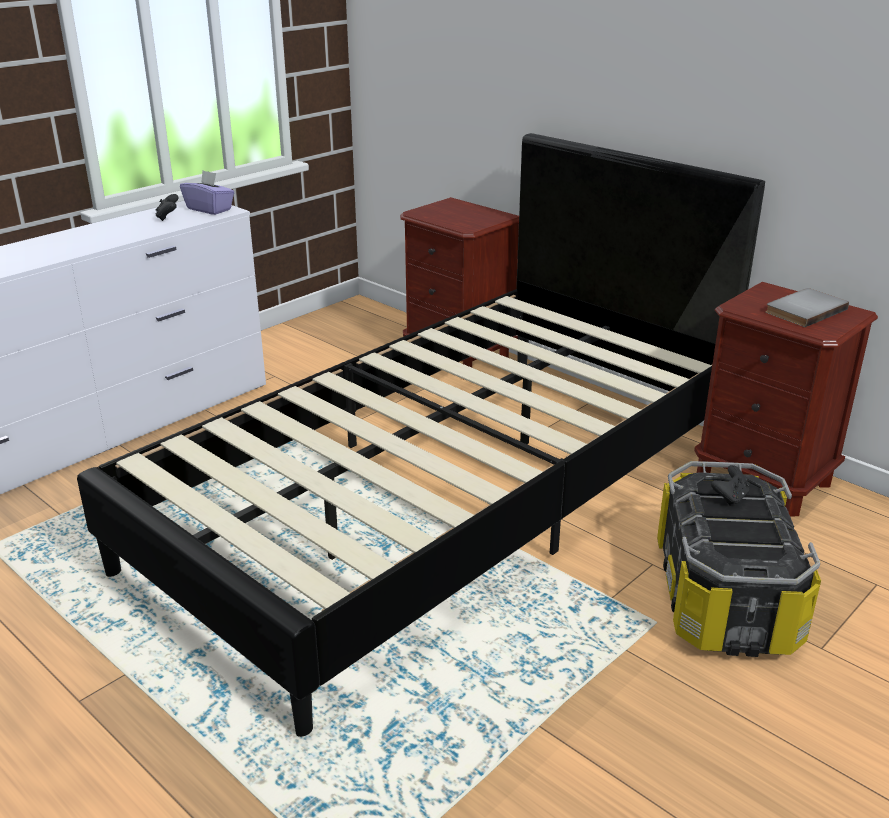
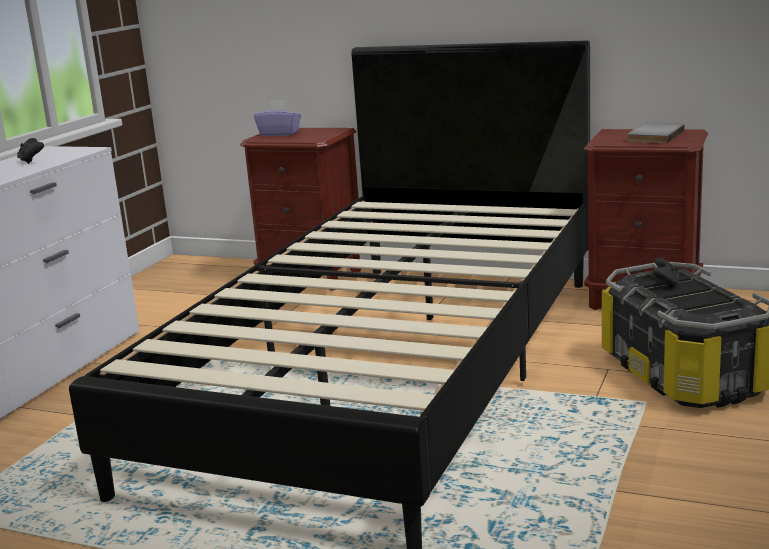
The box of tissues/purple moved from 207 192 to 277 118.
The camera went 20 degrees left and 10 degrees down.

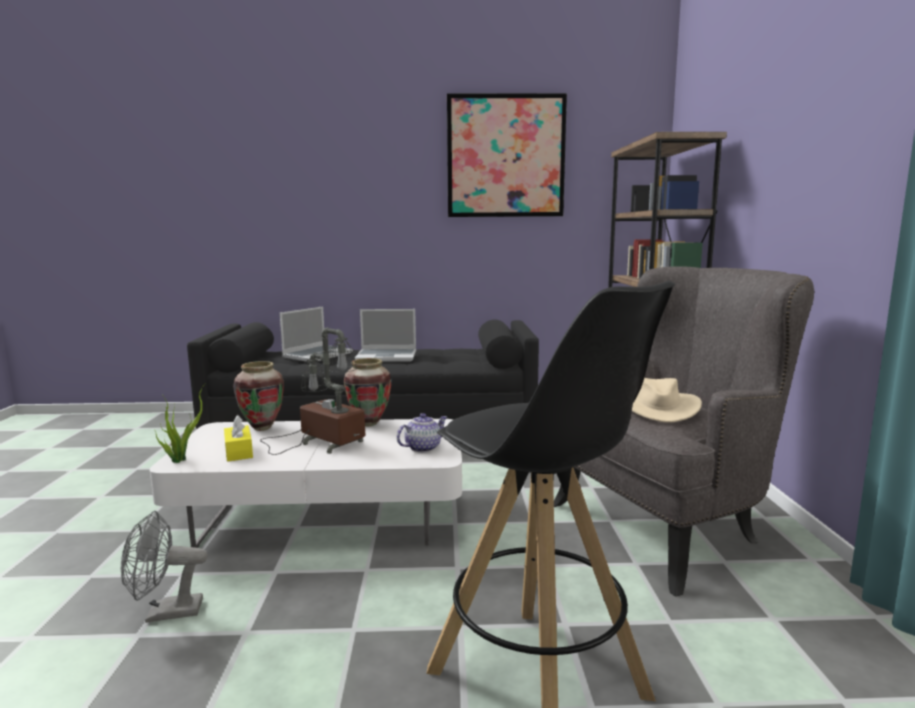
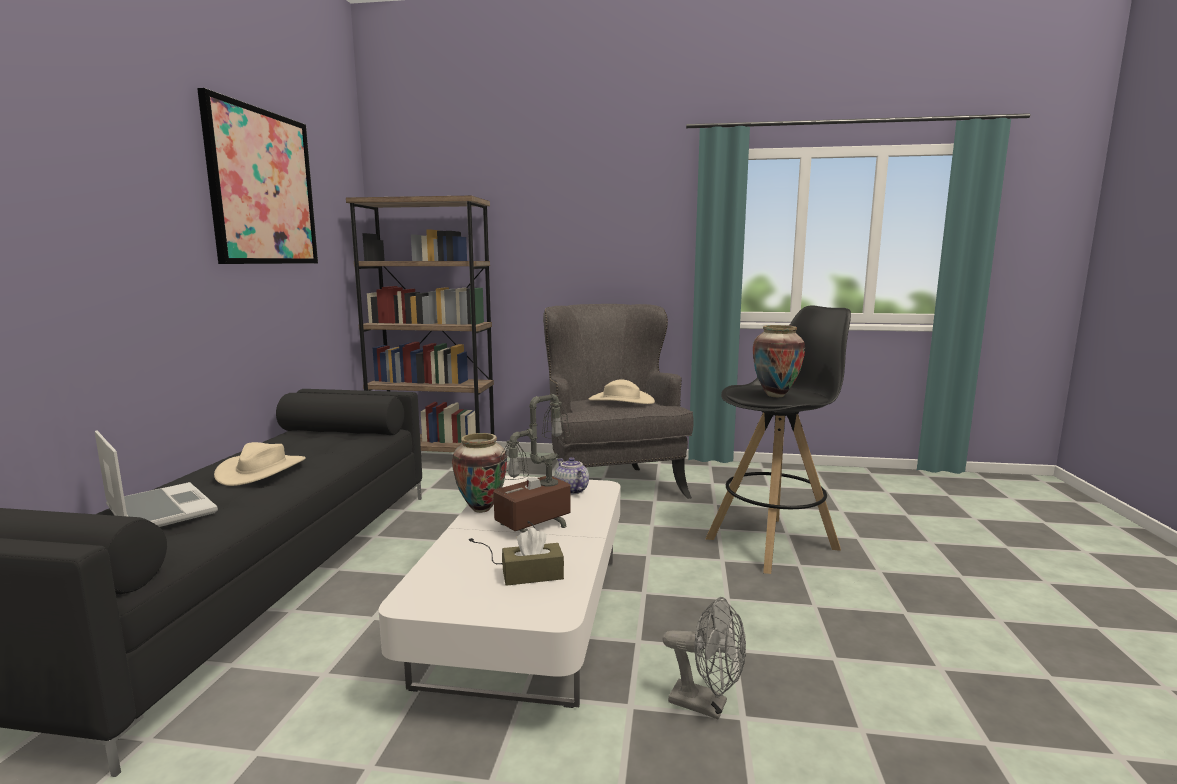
The notebook computer at 385 335 was replaced by the hat/beige-coloured at 260 464.
The decorative vase moved from 258 396 to 779 361.
The potted plant at 180 422 disappeared.
The box of tissues/yellow-coloured at 238 438 became the box of tissues/brown at 533 557.
The fan/grey at 164 567 turned 60 degrees counterclockwise.
The camera went 80 degrees left and 0 degrees up.

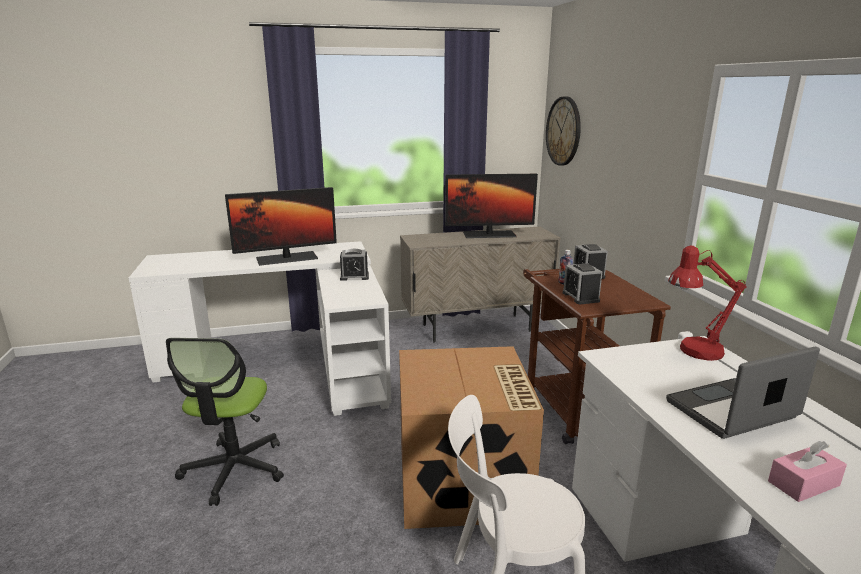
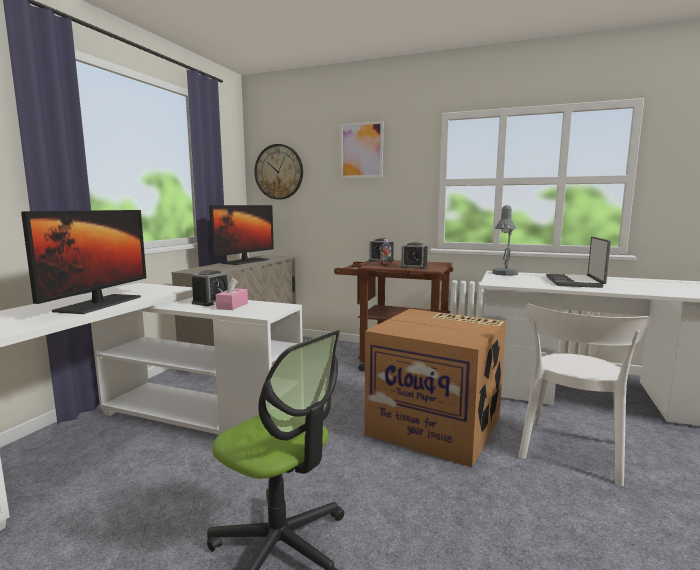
The lamp for a table/red at 707 303 became the lamp for a table/grey at 505 240.
The box of tissues/pink-coloured moved from 807 471 to 232 294.
The wall art at 362 149 appeared.
The camera went 55 degrees left and 10 degrees down.

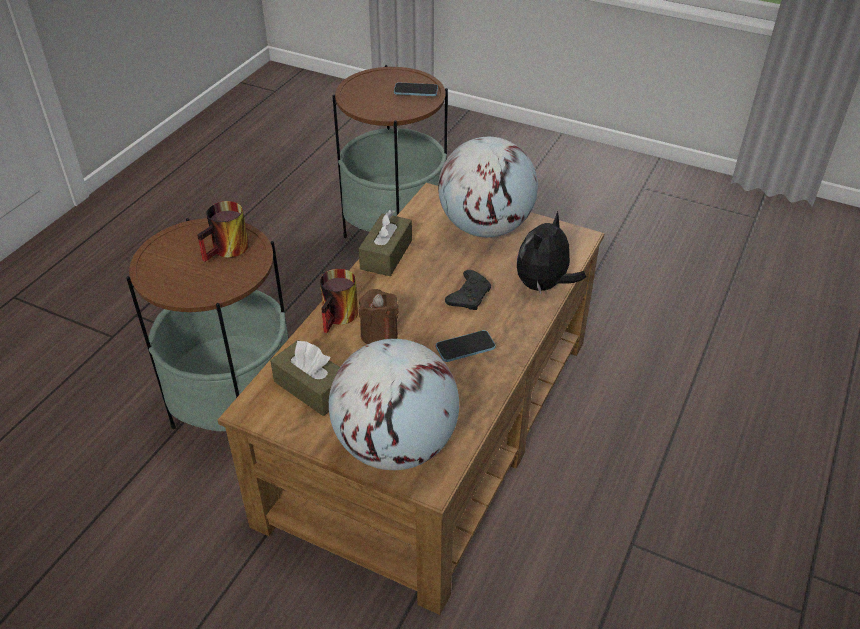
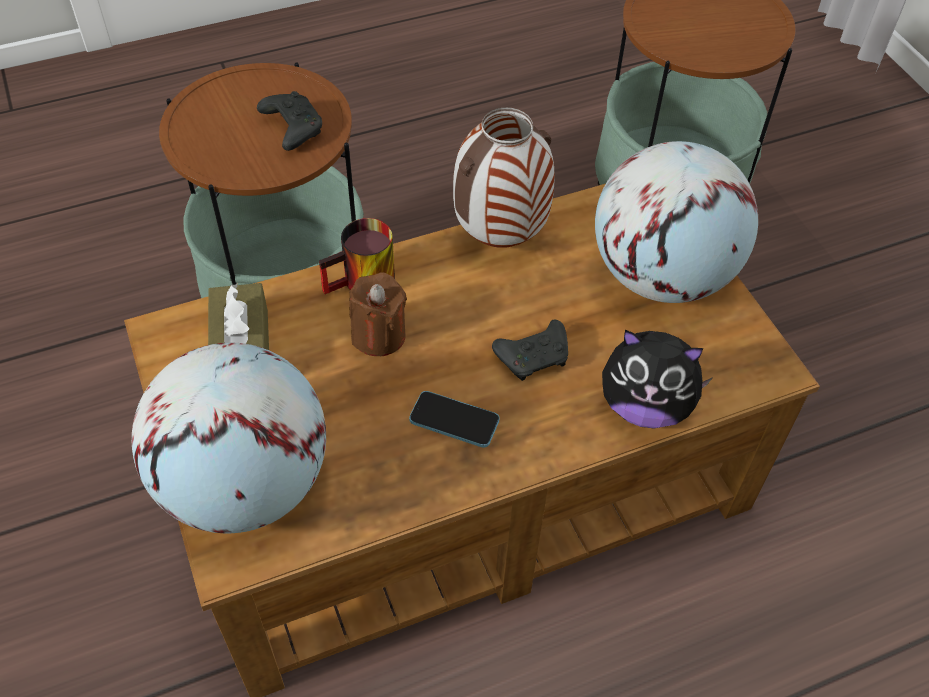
The phone at 416 89 disappeared.
The coffee mug at 223 231 was replaced by the gamepad/blackish at 289 121.
The box of tissues/brown at 385 242 was replaced by the decorative vase at 504 178.
The soft toy at 551 252 turned 150 degrees counterclockwise.
The camera went 40 degrees right and 10 degrees up.

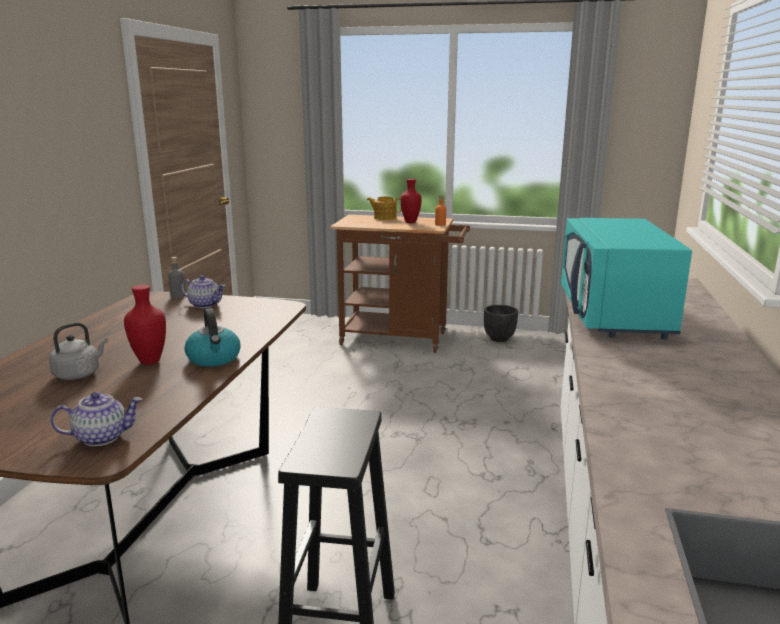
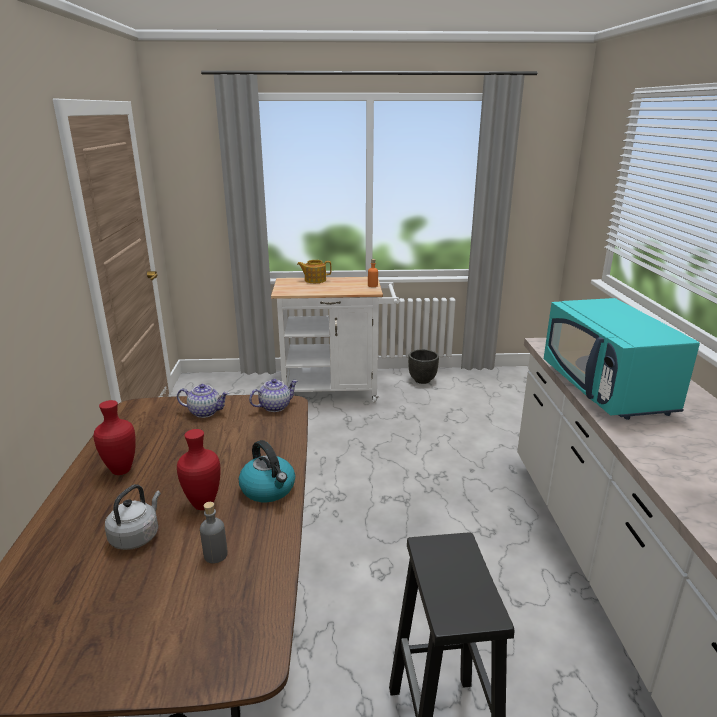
The decorative vase/red moved from 411 201 to 114 437.
The trolley/brown at 400 284 became the trolley/white-coloured at 335 340.
The beverage bottle/grey moved from 177 277 to 214 533.
The pot for tea moved from 96 419 to 273 395.
The camera went 15 degrees left and 5 degrees up.

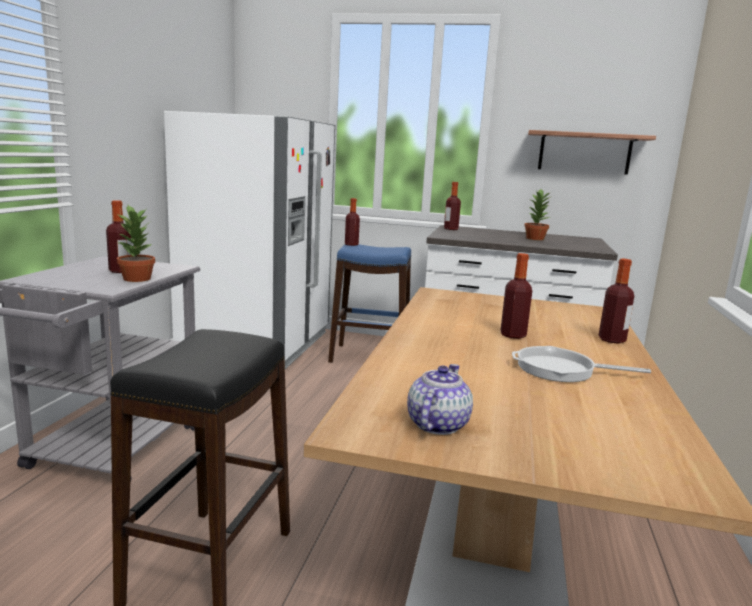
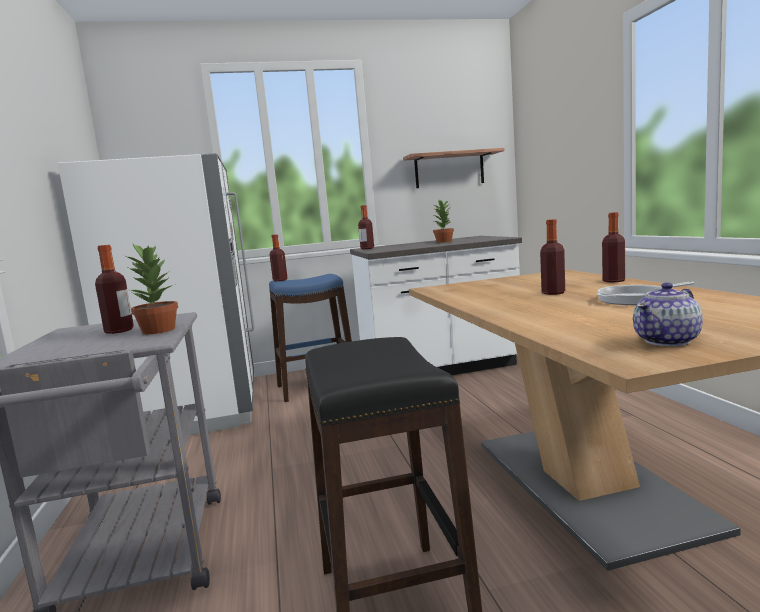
The pot for tea at 440 399 turned 120 degrees counterclockwise.
The camera went 25 degrees left and 5 degrees down.

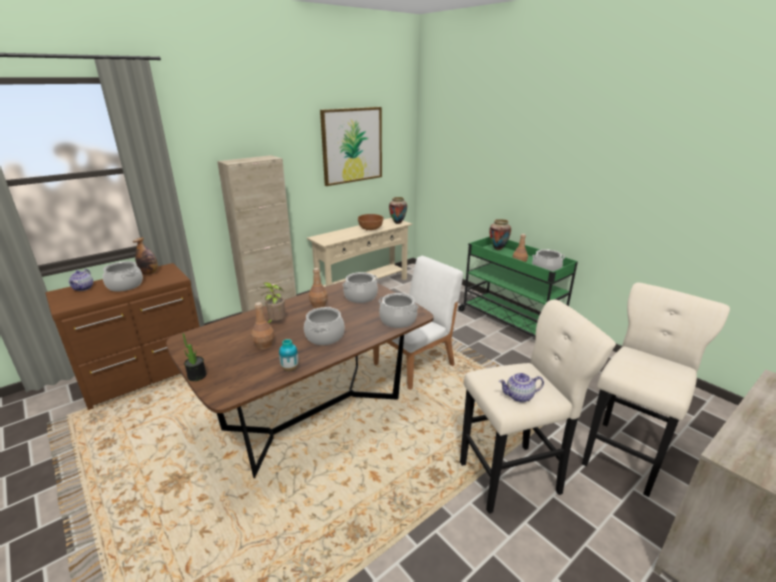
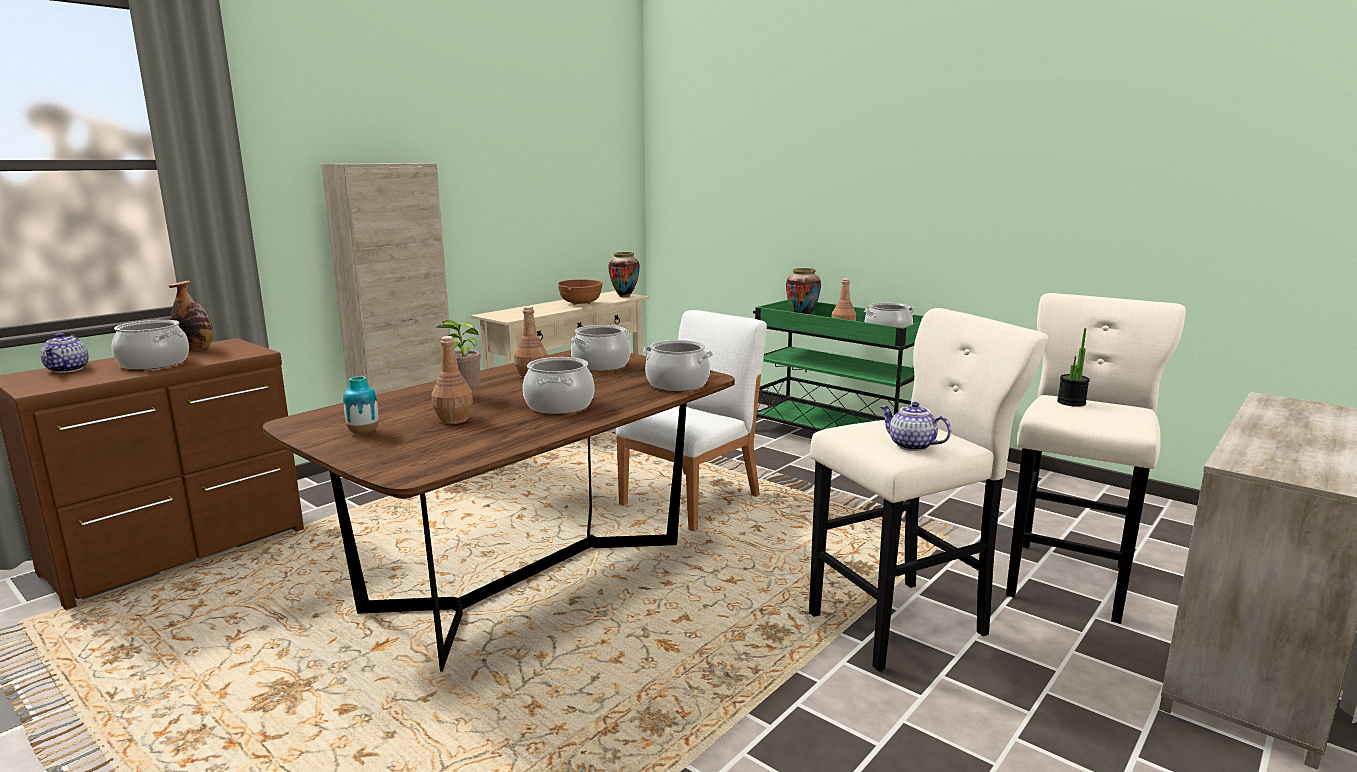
The wall art at 351 146 disappeared.
The potted plant moved from 195 357 to 1073 367.
The decorative vase moved from 289 355 to 361 405.
The pot for tea at 521 387 turned 60 degrees clockwise.
The camera went 10 degrees left and 10 degrees down.

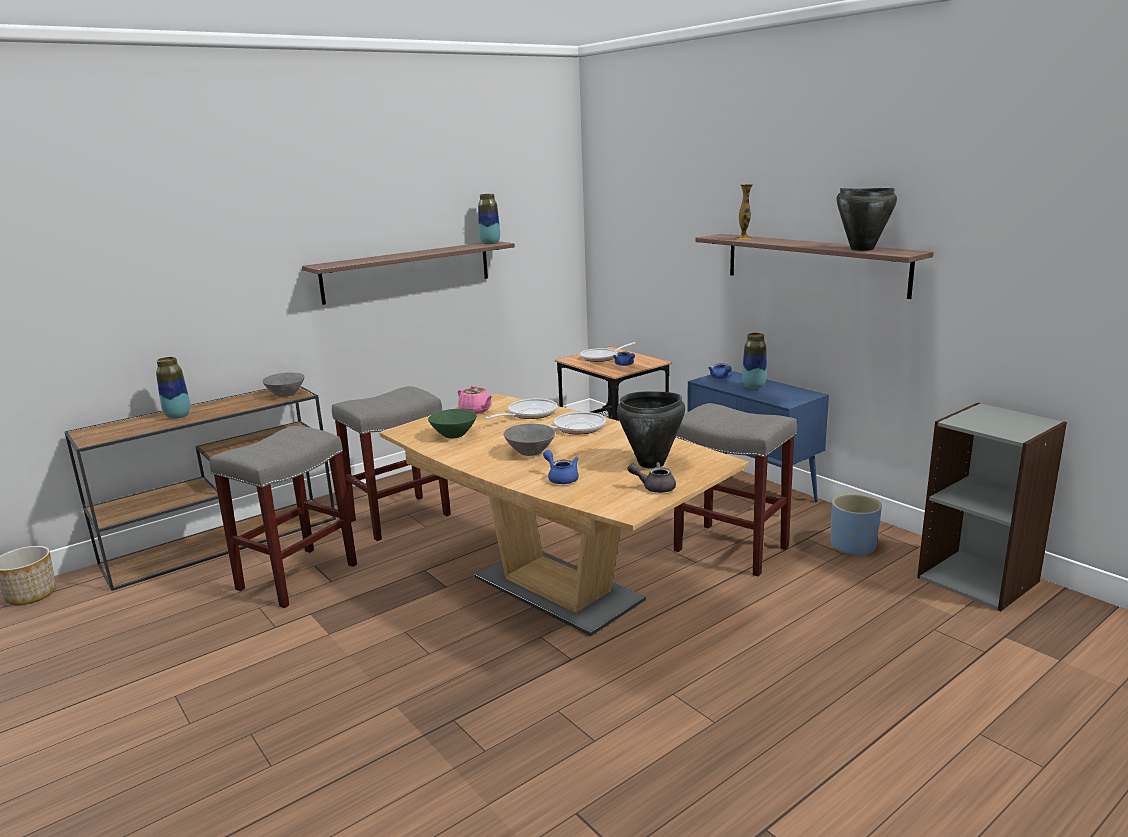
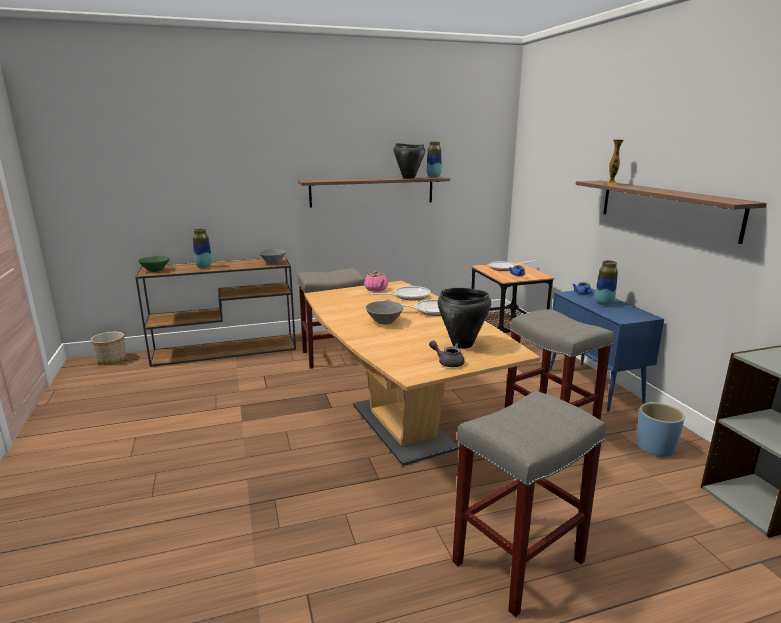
The stockpot/blackish moved from 867 219 to 409 161.
The deep dish/green-coloured moved from 452 424 to 154 264.
The stool seat/grey moved from 283 517 to 529 504.
The pot for tea/bluish at 561 467 disappeared.
The camera went 20 degrees right and 0 degrees up.

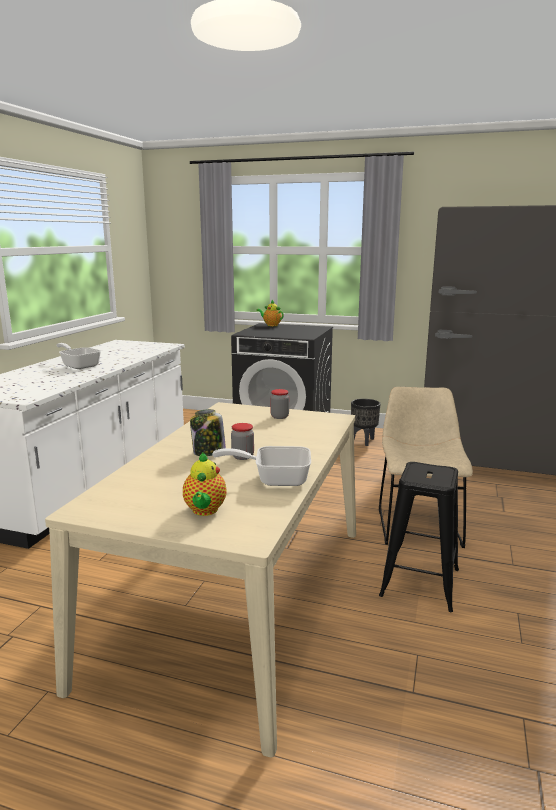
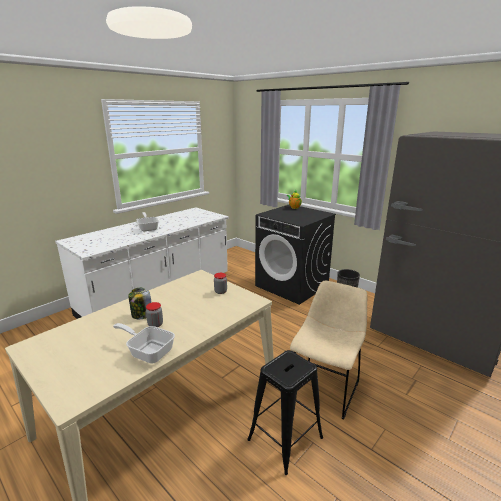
The pot for tea at 205 484 disappeared.
The camera went 25 degrees right and 5 degrees up.

